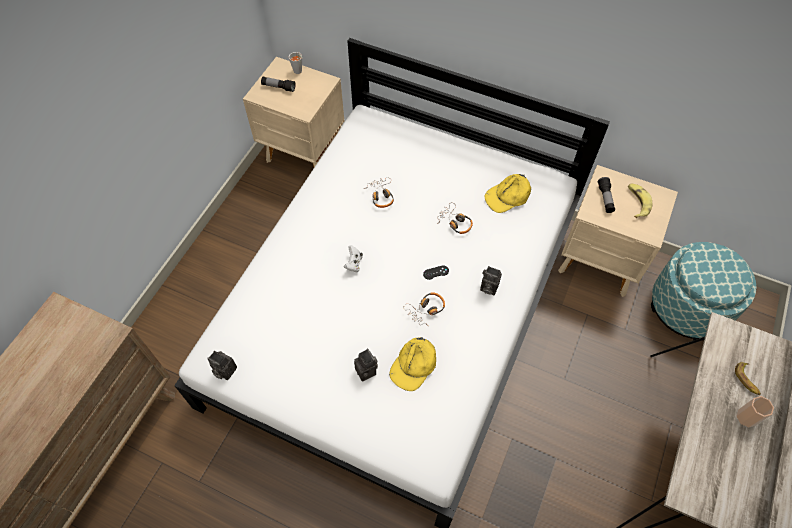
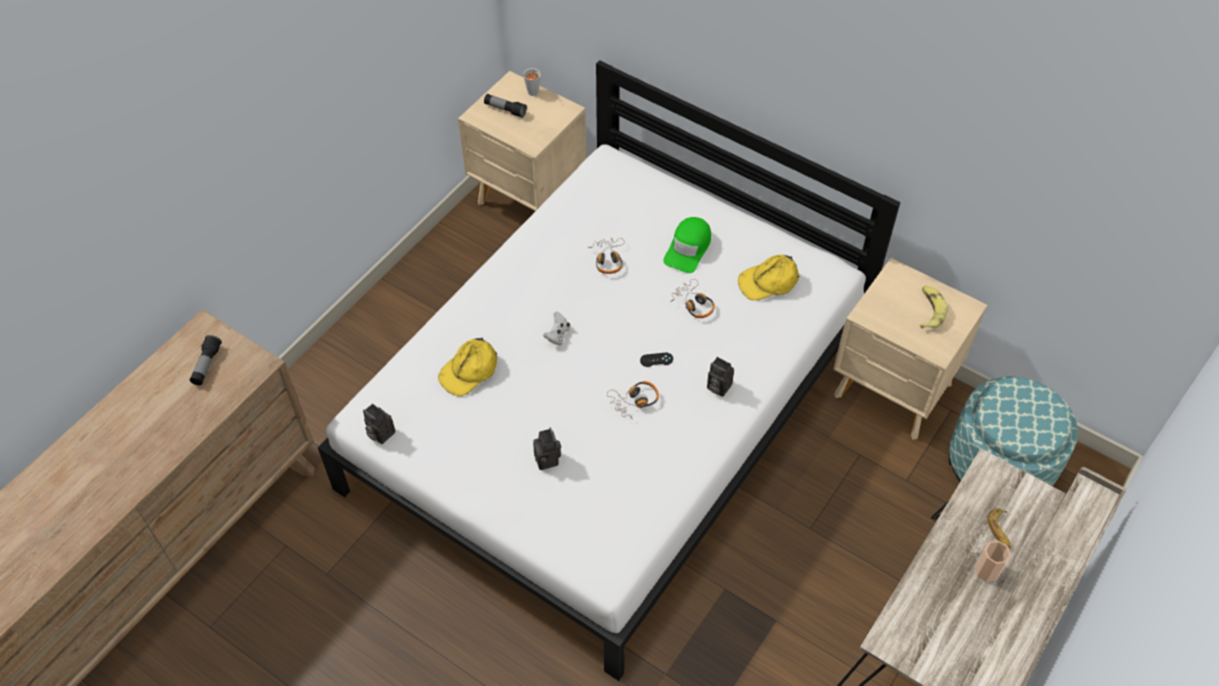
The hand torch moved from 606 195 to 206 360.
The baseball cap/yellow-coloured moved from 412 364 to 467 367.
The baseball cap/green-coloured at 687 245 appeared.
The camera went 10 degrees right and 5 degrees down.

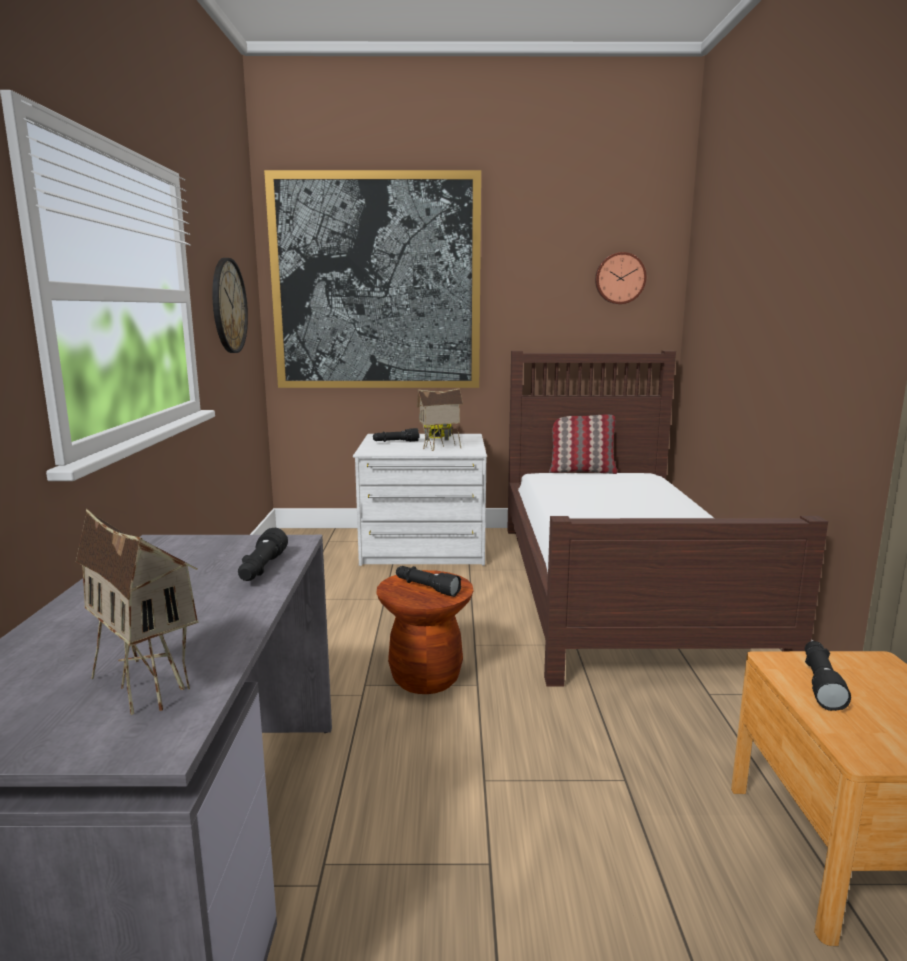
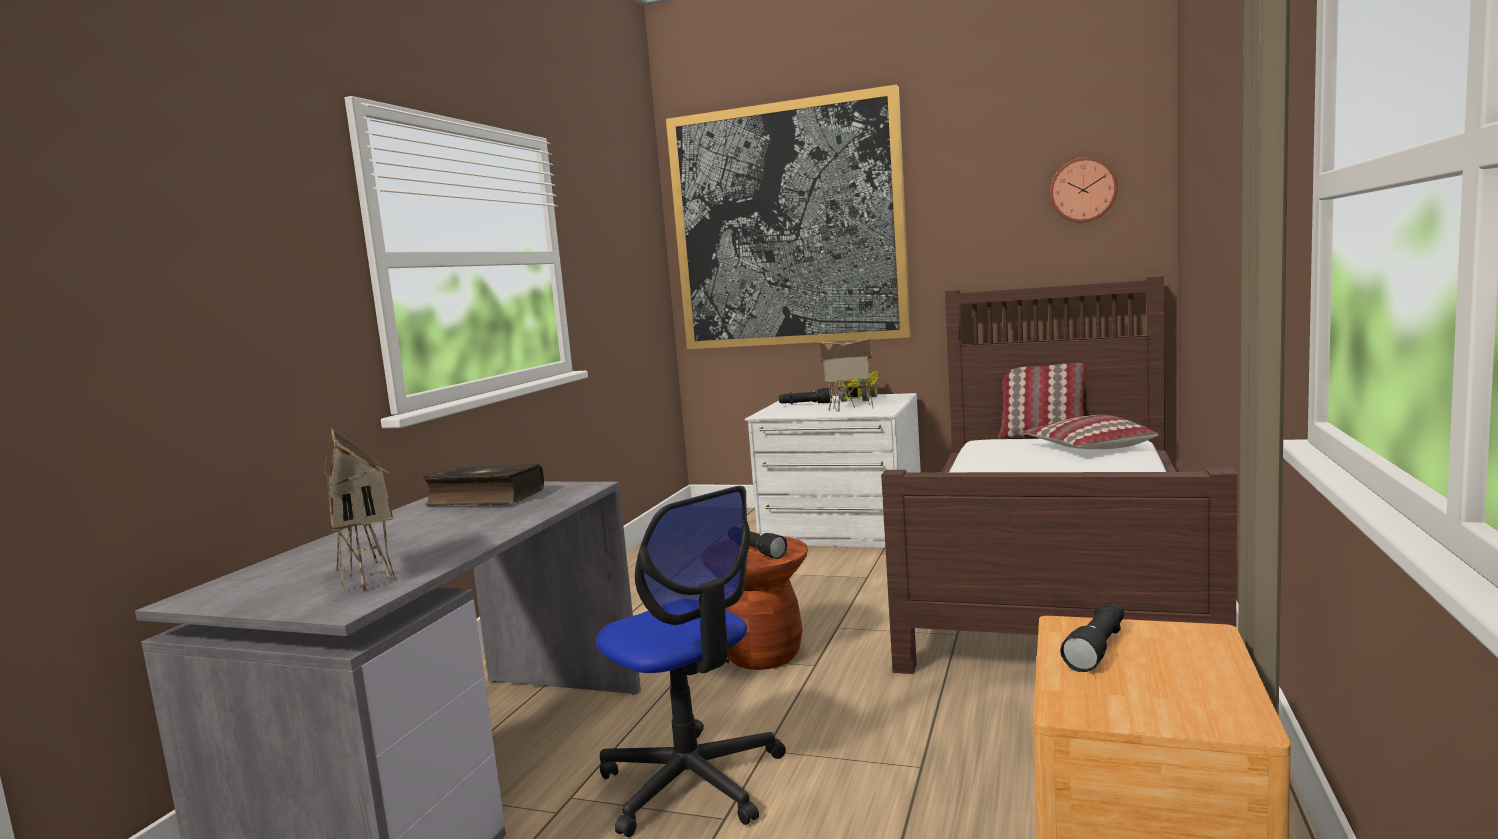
The clock on the wall at 230 305 disappeared.
The hand torch/blackish at 263 554 disappeared.
The cushion at 1090 432 appeared.
The volume at 483 484 appeared.
The office chair at 691 661 appeared.
The camera went 20 degrees right and 5 degrees down.

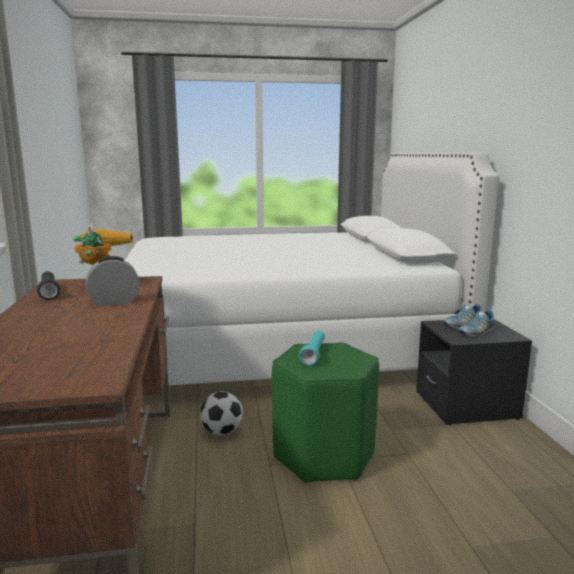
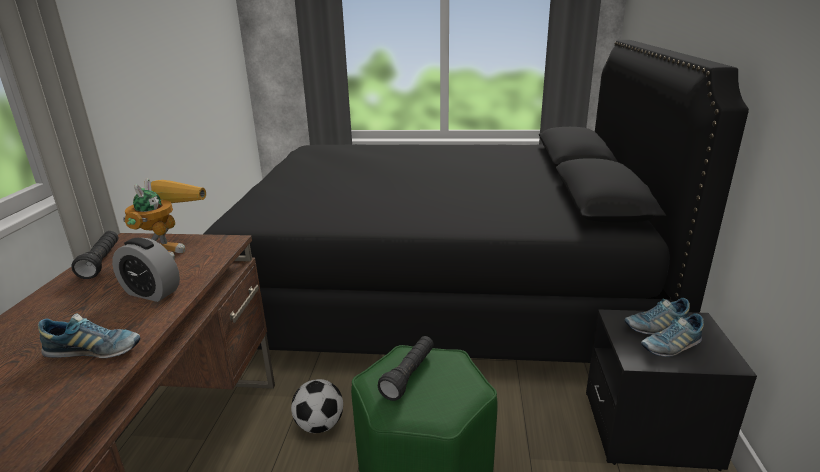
The sleeping bed/white-coloured at 312 269 became the sleeping bed/blackish at 476 201.
The alarm clock at 113 281 turned 150 degrees counterclockwise.
The hand torch/turquoise-coloured at 312 348 became the hand torch/blackish at 406 368.
The shoe at 89 335 appeared.
The camera went 15 degrees right and 10 degrees up.

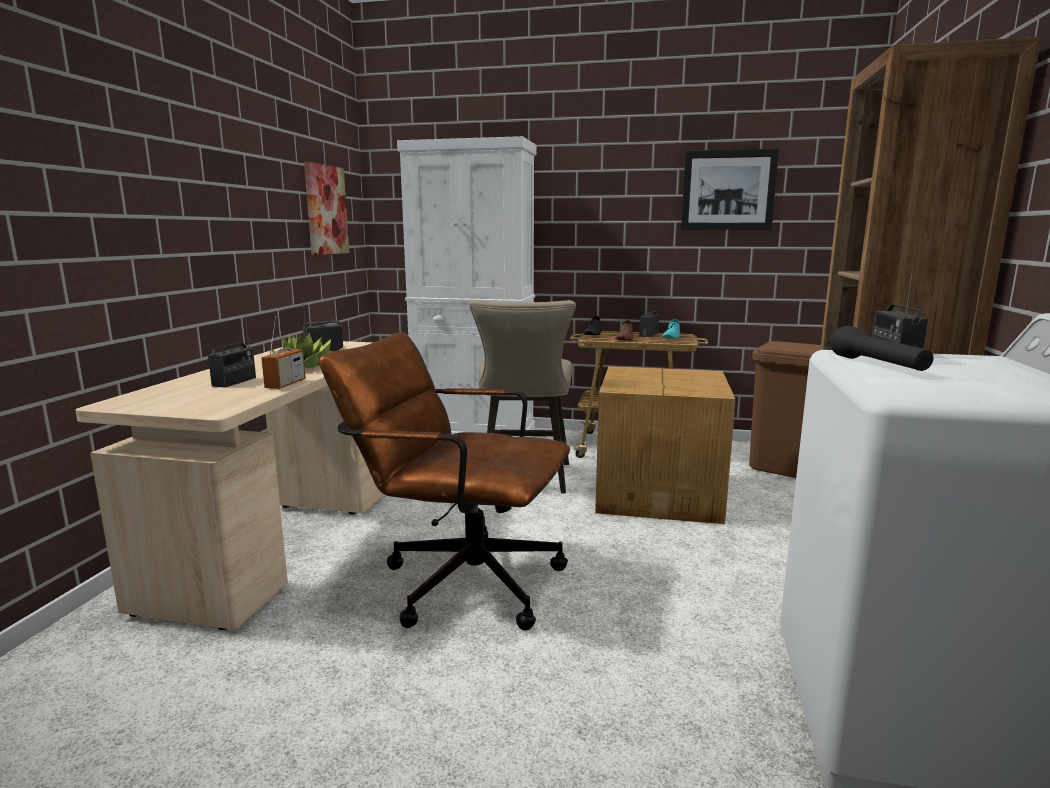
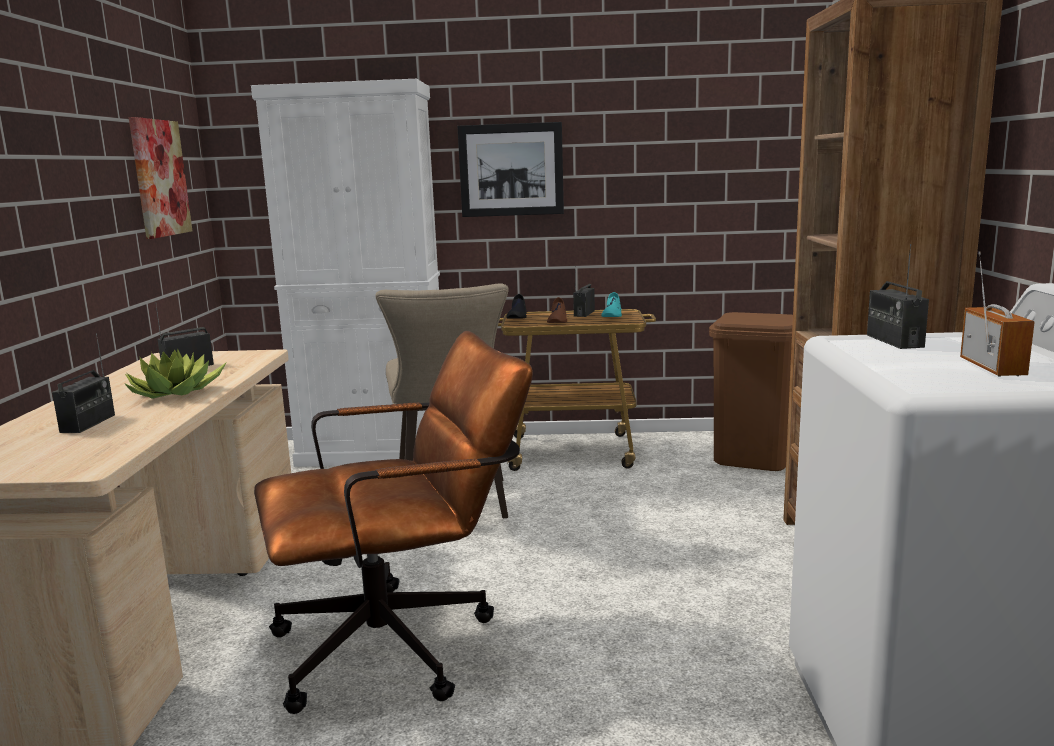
The wall art moved from 730 189 to 510 169.
The radio set moved from 283 352 to 997 314.
The hand torch/blackish at 882 348 disappeared.
The office chair/brown at 444 481 turned 150 degrees clockwise.
The carton at 665 445 disappeared.
The camera went 10 degrees left and 0 degrees up.

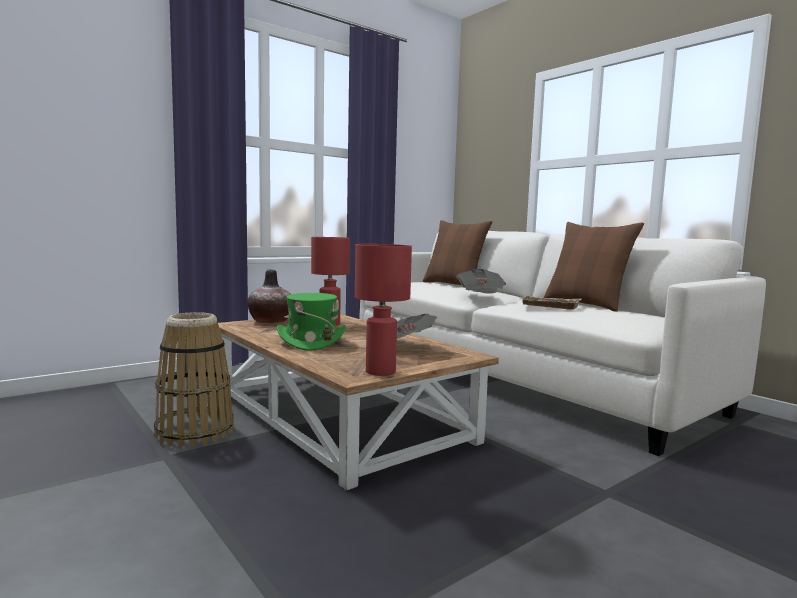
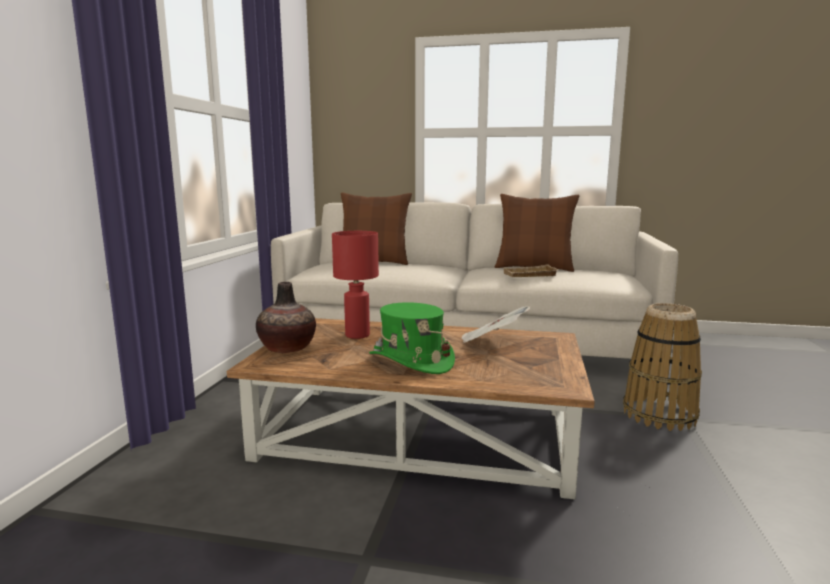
The lamp for a table/red at 383 310 disappeared.
The newspaper at 481 281 disappeared.
The storage basket moved from 194 379 to 662 367.
The camera went 40 degrees left and 5 degrees up.

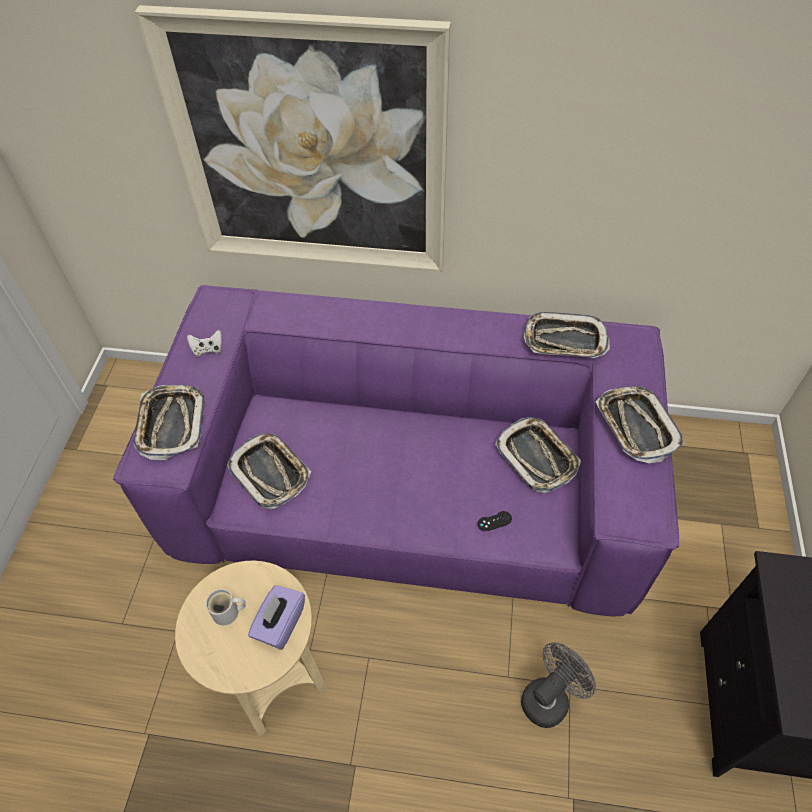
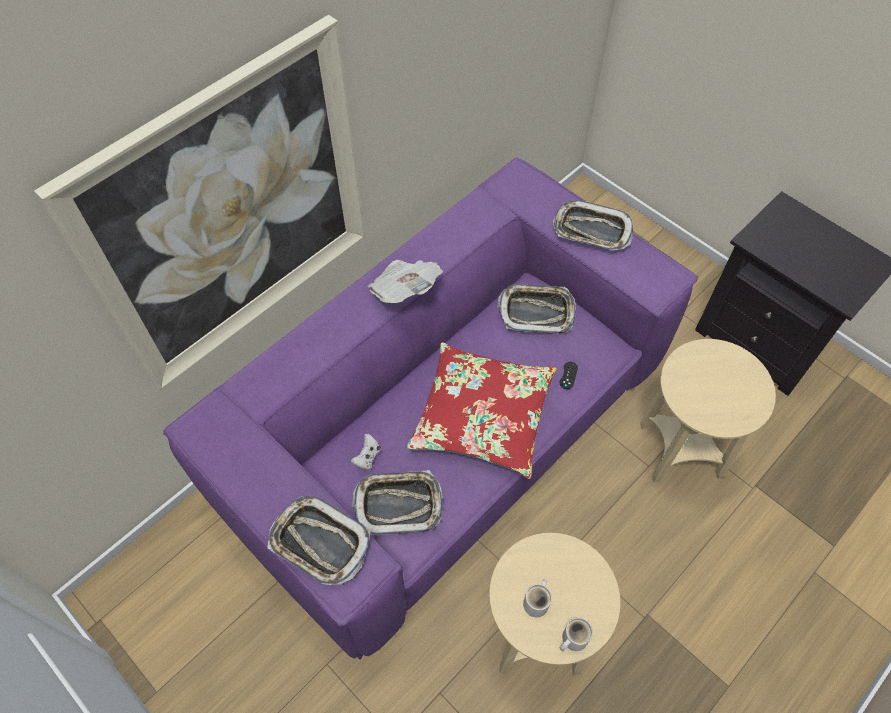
The carrying tray at 566 335 disappeared.
The gamepad/white-coloured moved from 204 343 to 366 452.
The box of tissues/purple at 276 617 disappeared.
The fan/grey at 558 685 was replaced by the side table/beige-coloured at 708 411.
The newspaper at 405 281 appeared.
The cushion/red at 482 410 appeared.
The coffee mug/white-coloured at 576 634 appeared.
The camera went 55 degrees left and 5 degrees up.

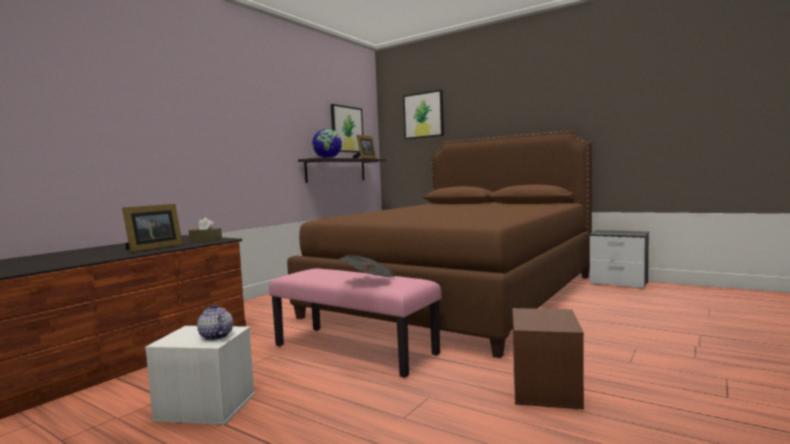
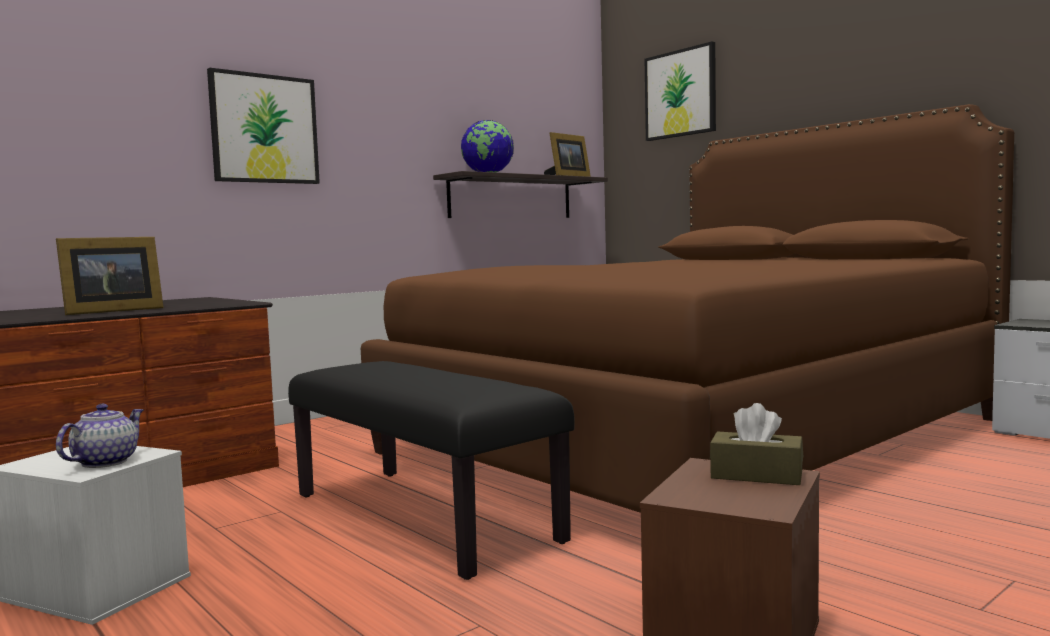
The wall art moved from 347 128 to 263 126.
The box of tissues/brown moved from 205 230 to 756 444.
The newspaper at 367 266 disappeared.
The long seat/pink-coloured at 355 323 became the long seat/blackish at 431 470.
The pot for tea at 215 322 turned 45 degrees clockwise.
The camera went 15 degrees right and 0 degrees up.

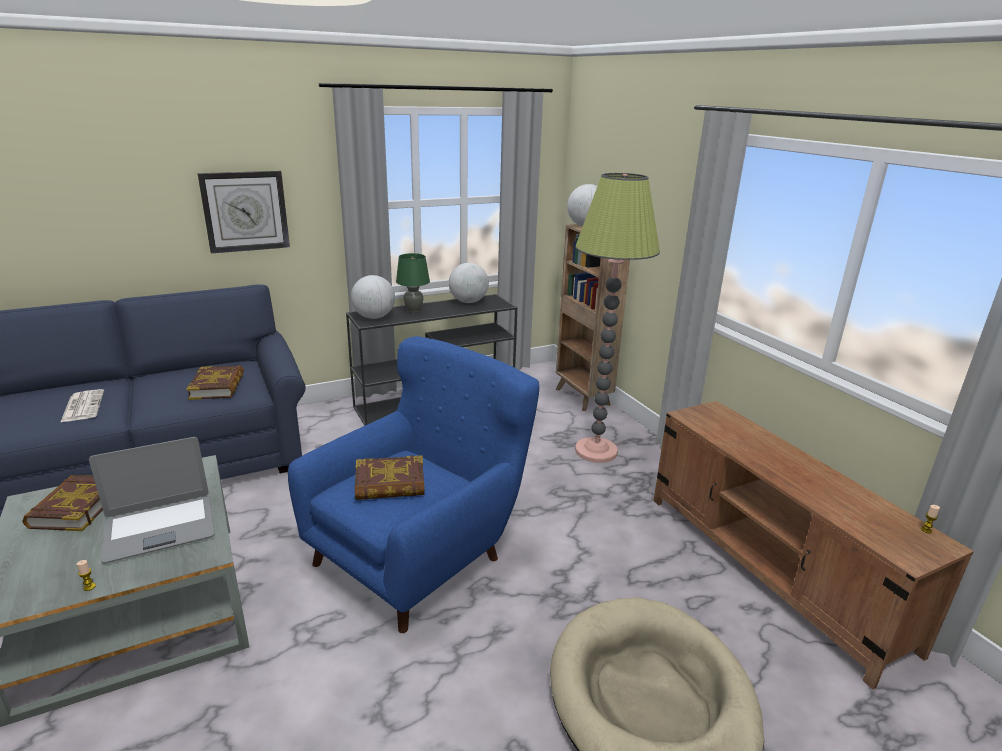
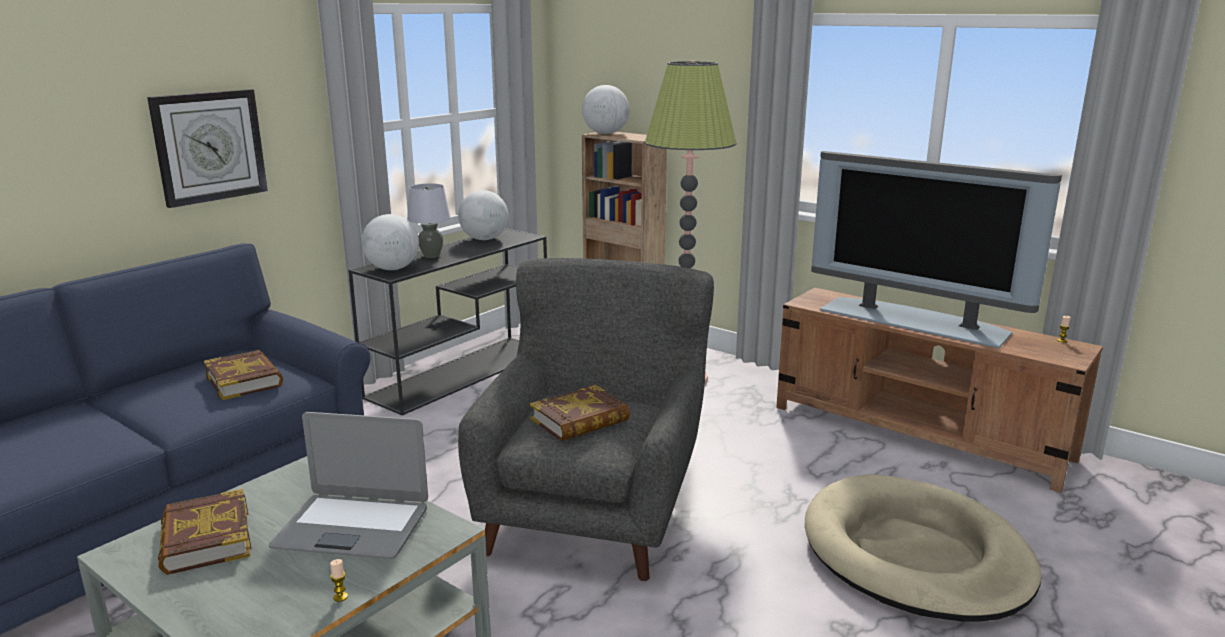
The lamp for a table/green-coloured at 413 283 became the lamp for a table/grey at 429 220.
The easy chair/bluish at 413 484 became the easy chair/grey at 586 419.
The newspaper at 82 406 disappeared.
The notebook computer at 151 500 turned 60 degrees clockwise.
The television at 936 250 appeared.
The camera went 25 degrees left and 5 degrees down.

